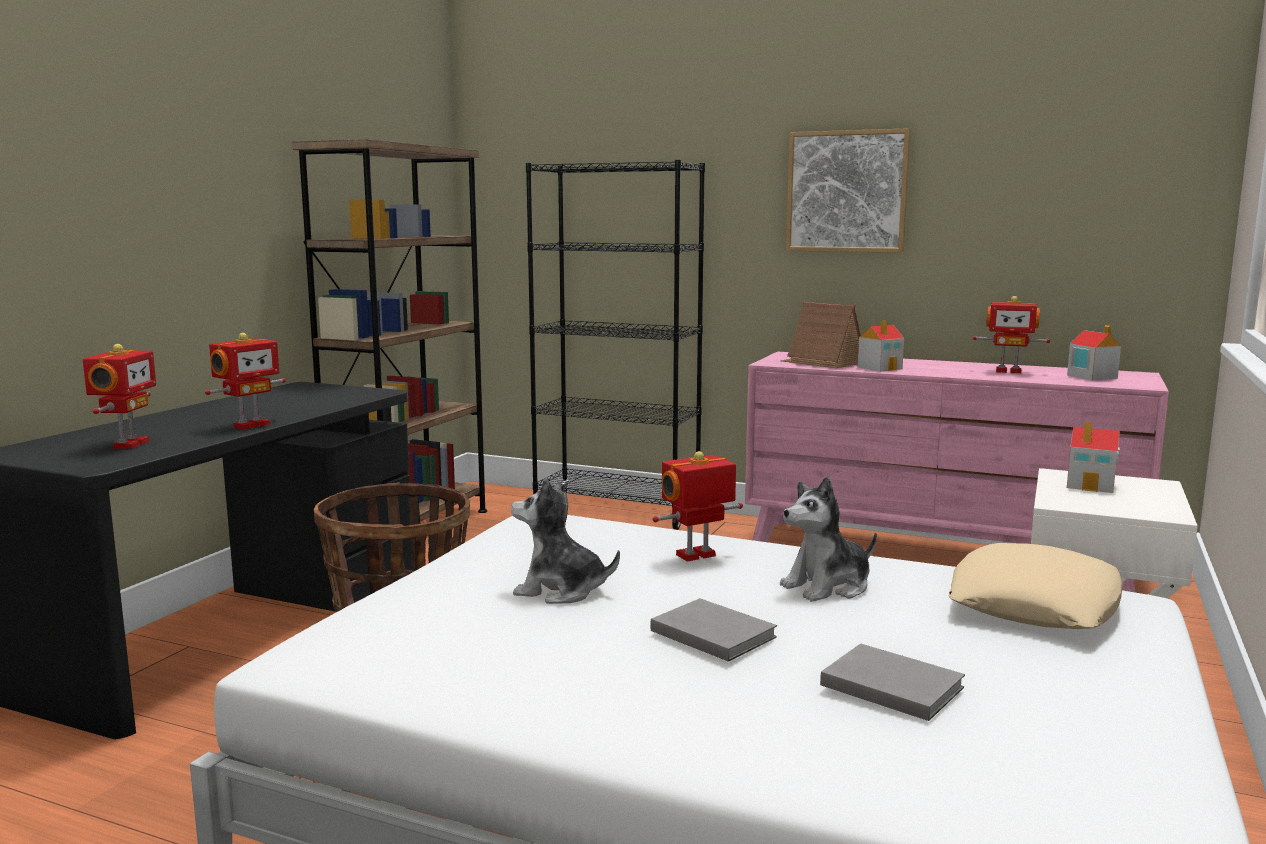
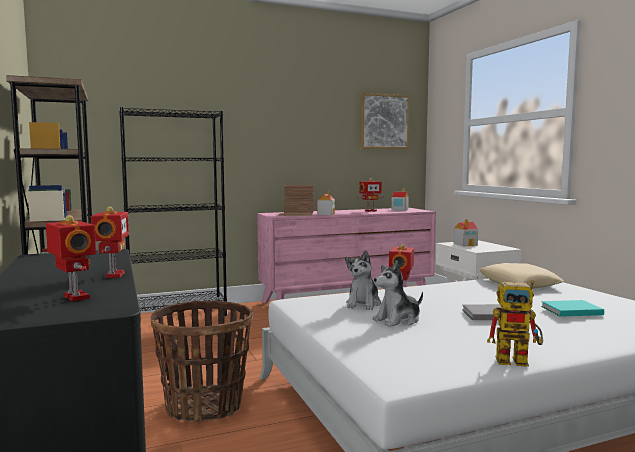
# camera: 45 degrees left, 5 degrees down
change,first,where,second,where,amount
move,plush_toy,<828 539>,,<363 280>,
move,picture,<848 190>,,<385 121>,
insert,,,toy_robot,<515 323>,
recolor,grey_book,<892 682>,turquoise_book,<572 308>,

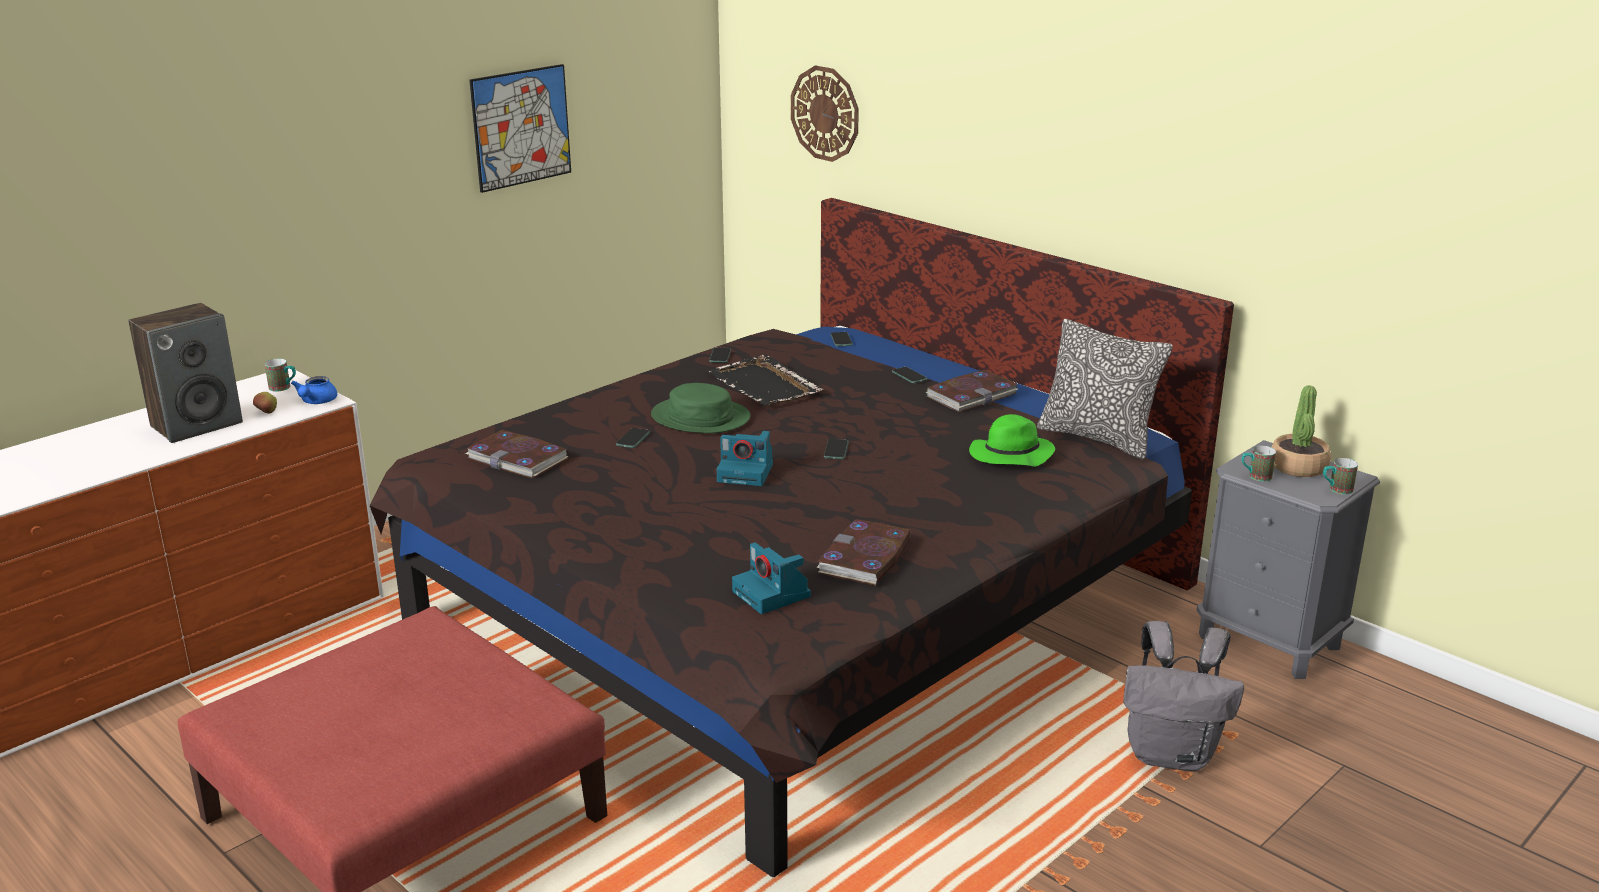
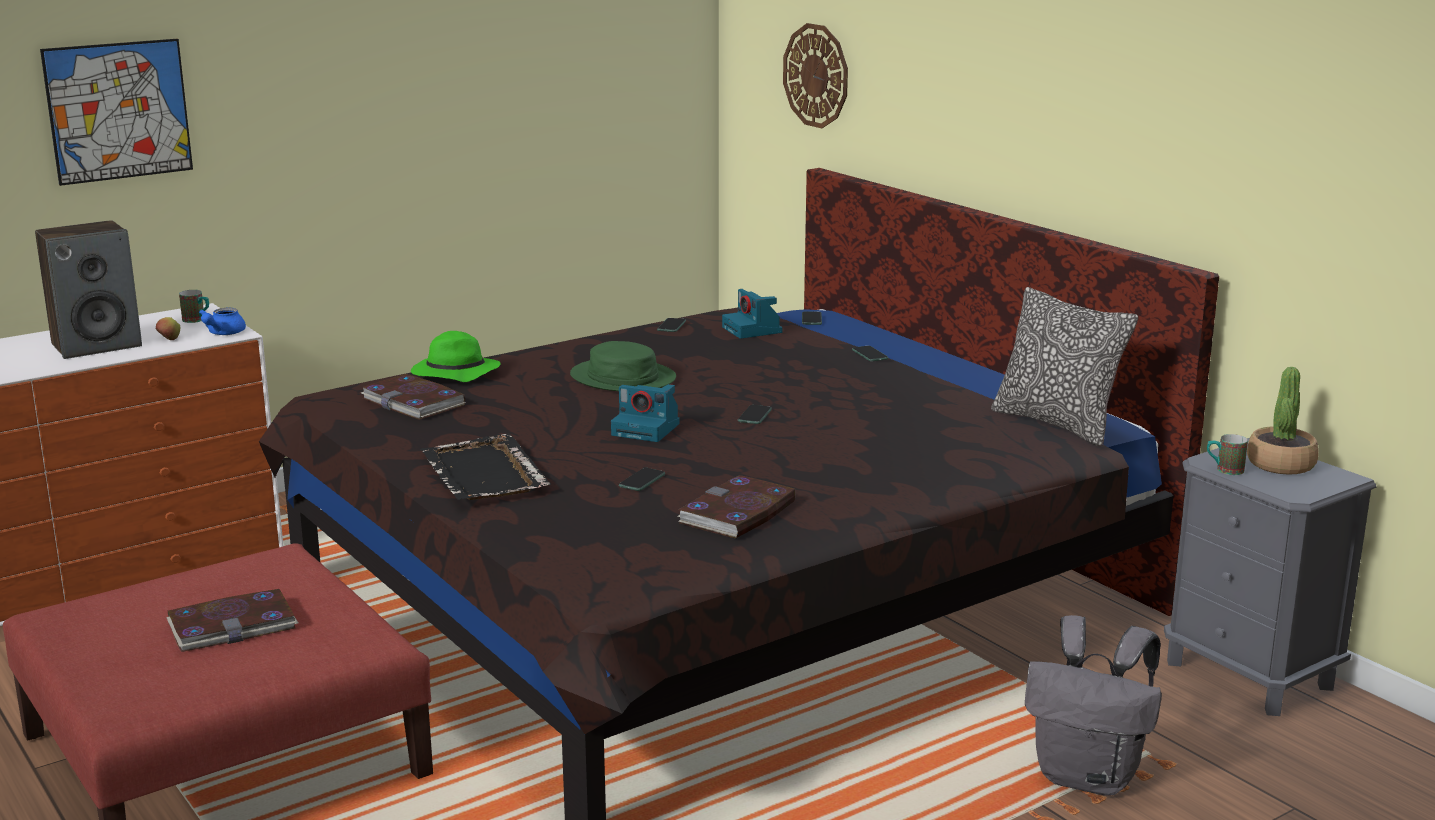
# camera: 10 degrees right, 5 degrees down
change,first,where,second,where,amount
move,picture,<520 128>,,<116 112>,
move,book,<972 391>,,<232 620>,
move,green_hat,<1012 440>,,<456 356>,
move,black_tray,<765 379>,,<485 466>,
move,phone,<633 438>,,<642 479>,
move,photo_camera,<771 578>,,<752 314>,
delete,mug,<1340 476>,,,

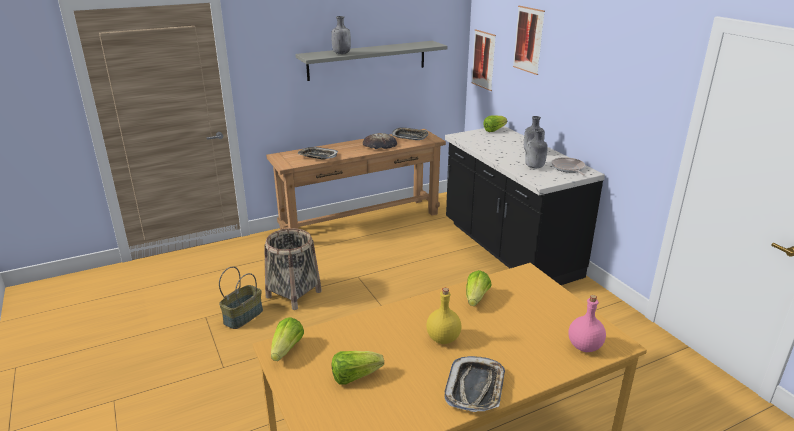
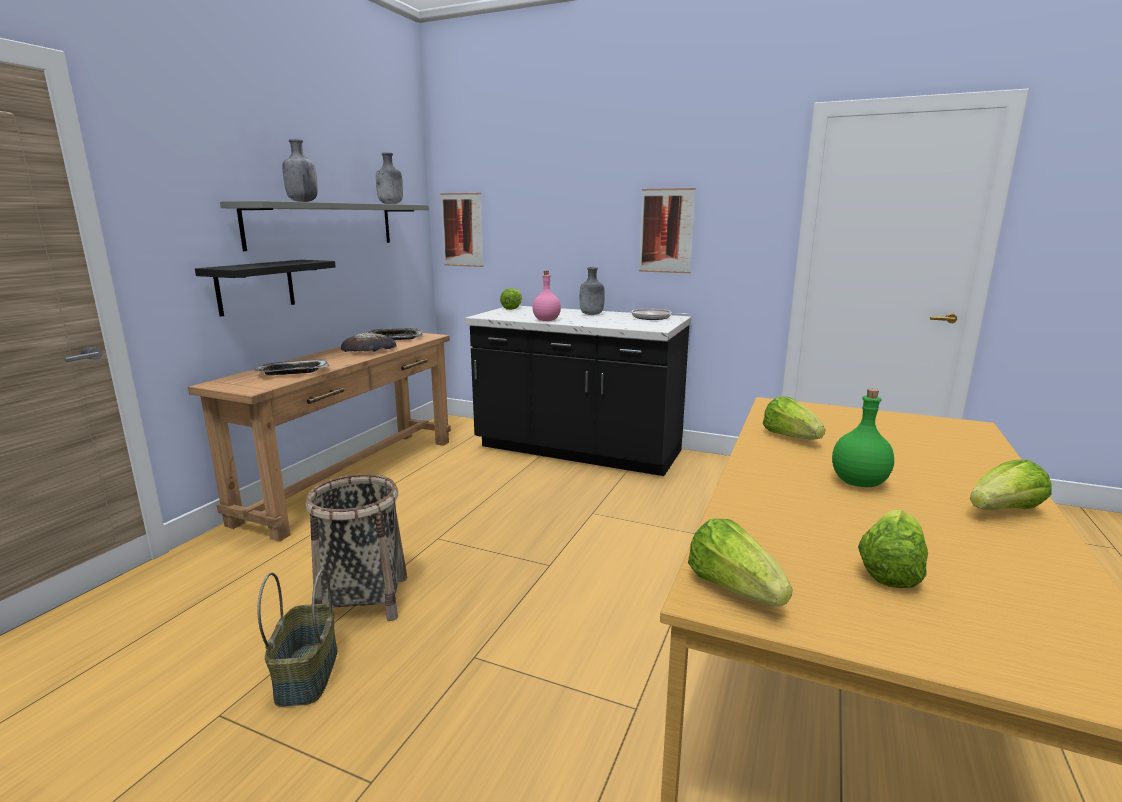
# camera: 40 degrees left, 10 degrees down
change,first,where,second,where,amount
insert,,,black_shelf,<265 288>,
move,grey_bottle,<536 148>,,<389 178>,
move,pink_bottle,<587 323>,,<546 296>,
move,picture,<529 40>,,<667 230>,
recolor,yellow_bottle,<444 316>,green_bottle,<863 438>,
replace,tray,<474 384>,lettuce,<1011 484>,

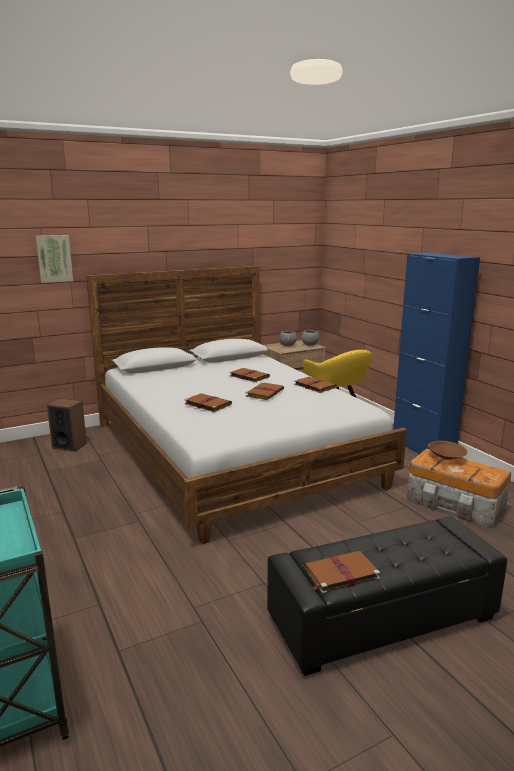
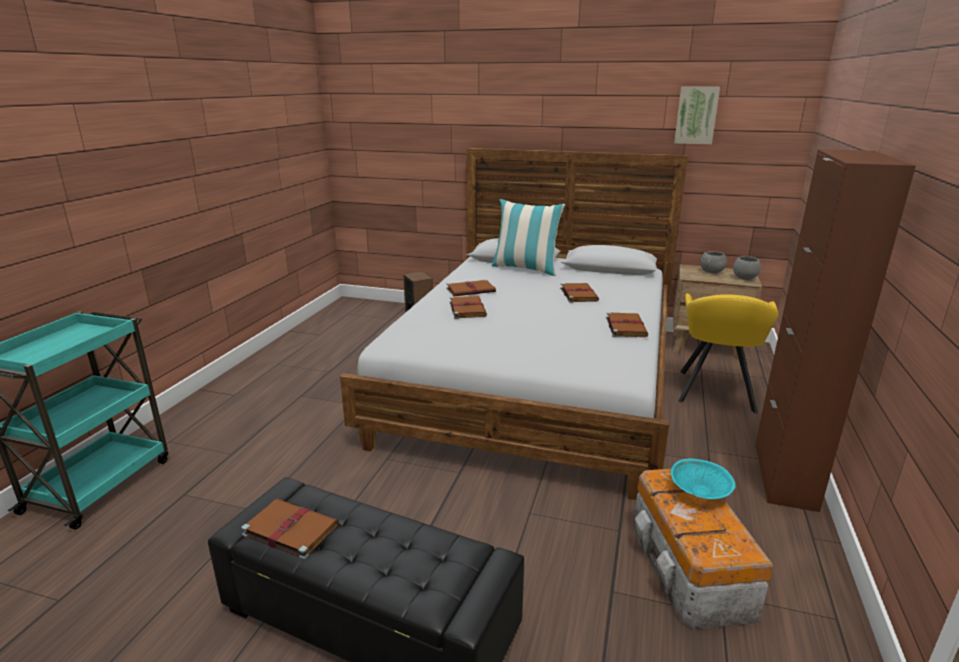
# camera: 45 degrees right, 5 degrees up
change,first,where,second,where,amount
move,brown_book,<264 391>,,<471 287>,
insert,,,pillow,<528 237>,
recolor,brown_bowl,<448 450>,turquoise_bowl,<703 479>,
move,picture,<54 259>,,<697 115>,
recolor,blue_cabinet,<436 353>,brown_cabinet,<835 330>,

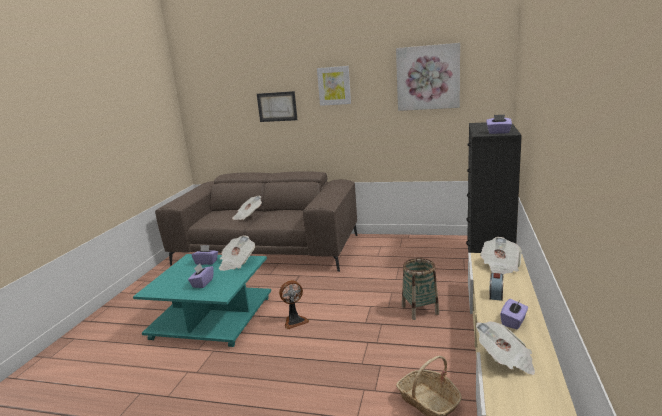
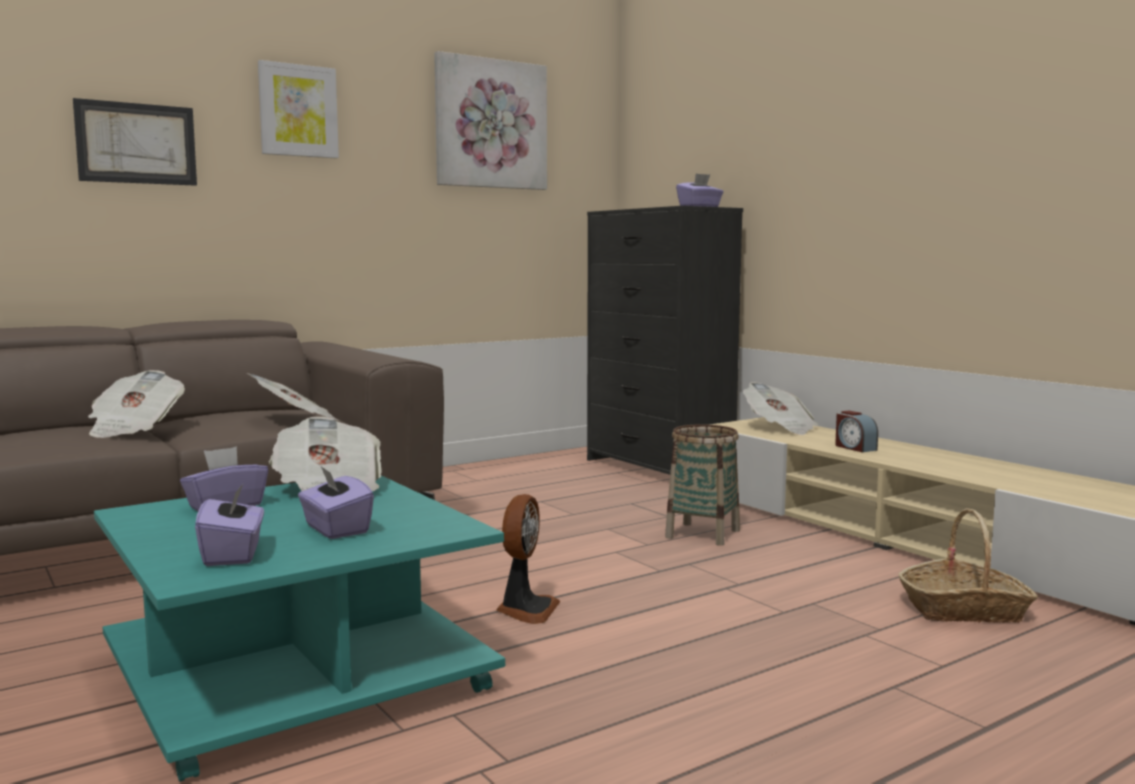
# camera: 50 degrees left, 10 degrees down
change,first,where,second,where,amount
move,purple_tissue_box,<514 314>,,<229 525>,
move,newspaper,<505 348>,,<293 397>,

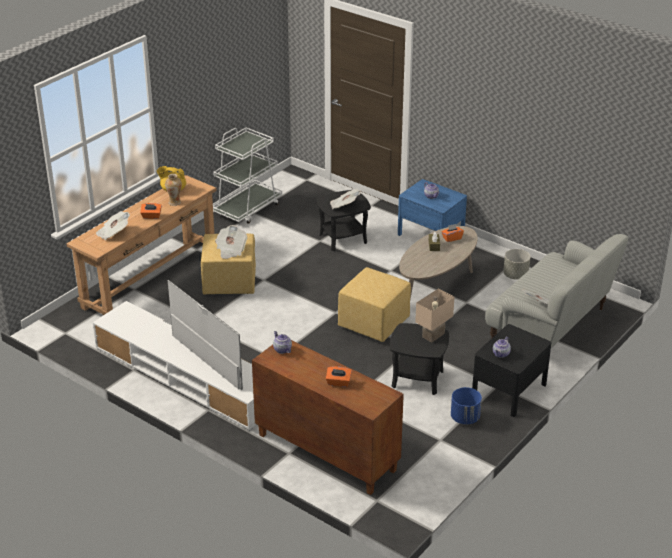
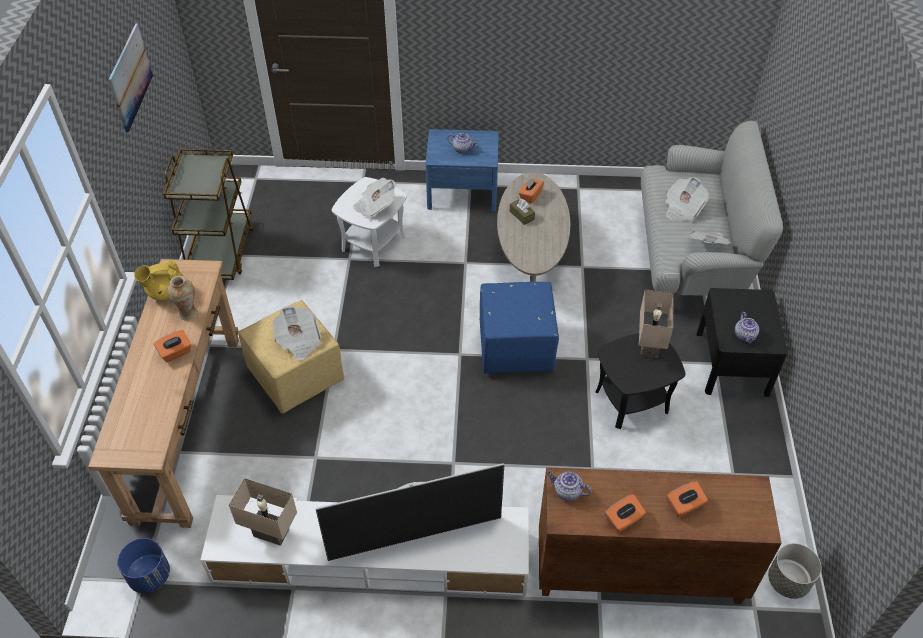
# camera: 35 degrees left, 15 degrees up
change,first,where,second,where,amount
insert,,,picture,<130 78>,
move,blue_planter,<466 405>,,<143 565>,
recolor,white_cart,<247 176>,brown_cart,<208 214>,
insert,,,beige_table_lamp,<263 512>,
rotate,television,<205 335>,,<409 512>,150 degrees clockwise
recolor,black_side_table,<343 220>,white_side_table,<369 222>,
recolor,yellow_ottoman,<374 304>,blue_ottoman,<519 328>,
insert,,,orange_tissue_box,<625 513>,
move,newspaper,<113 225>,,<687 199>,
move,grey_planter,<516 264>,,<795 571>,

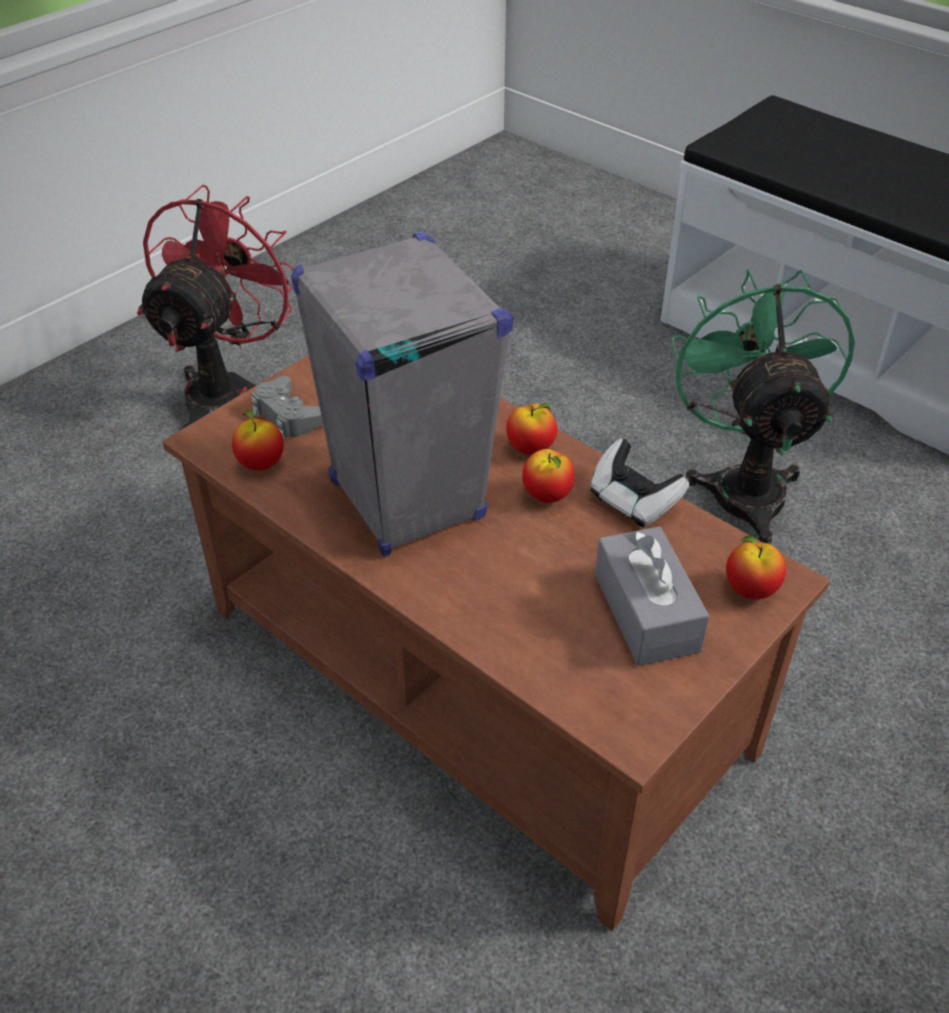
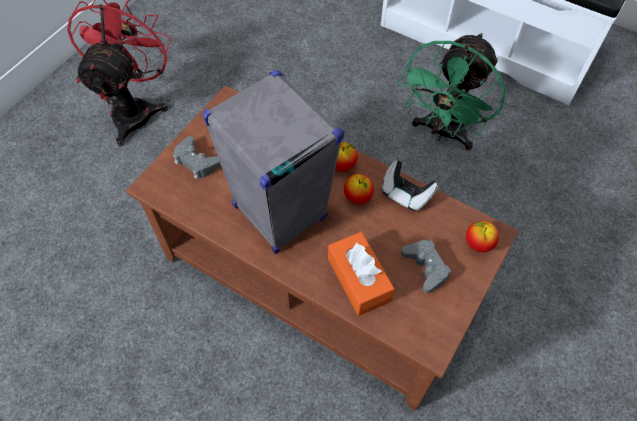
# camera: 10 degrees left, 15 degrees up
change,first,where,second,where,amount
insert,,,orange_tissue_box,<361 274>,
rotate,green_fan,<763 407>,,<452 91>,135 degrees counterclockwise
replace,grey_tissue_box,<652 596>,grey_game_controller,<426 266>,
delete,apple,<258 440>,,,

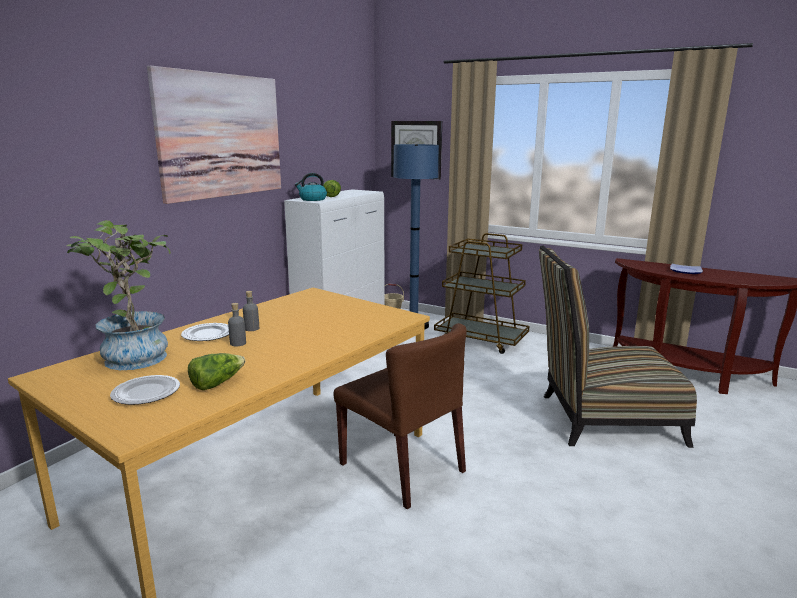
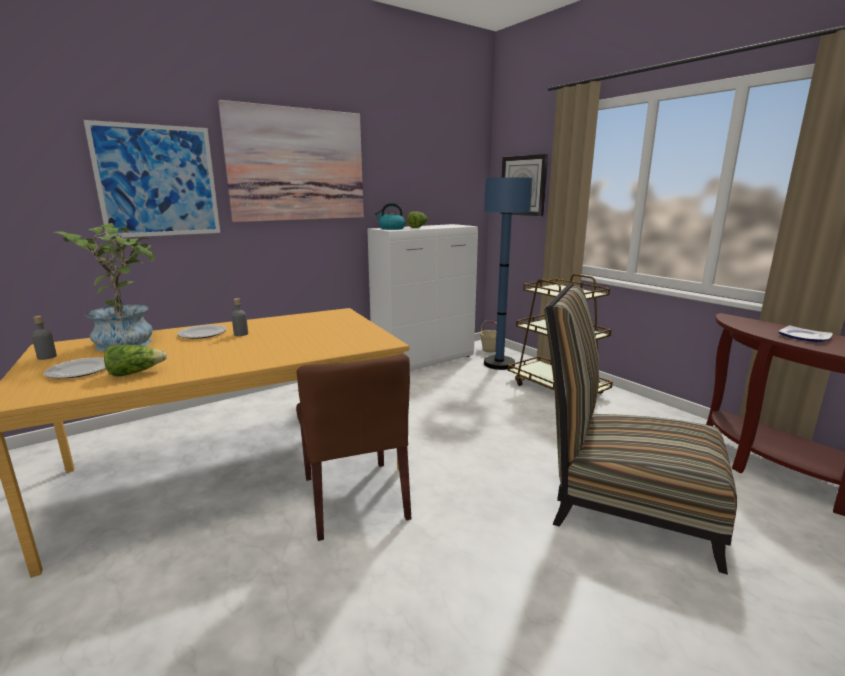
# camera: 25 degrees right, 0 degrees up
change,first,where,second,where,amount
move,grey_bottle,<237 325>,,<44 338>,
insert,,,picture,<152 179>,

